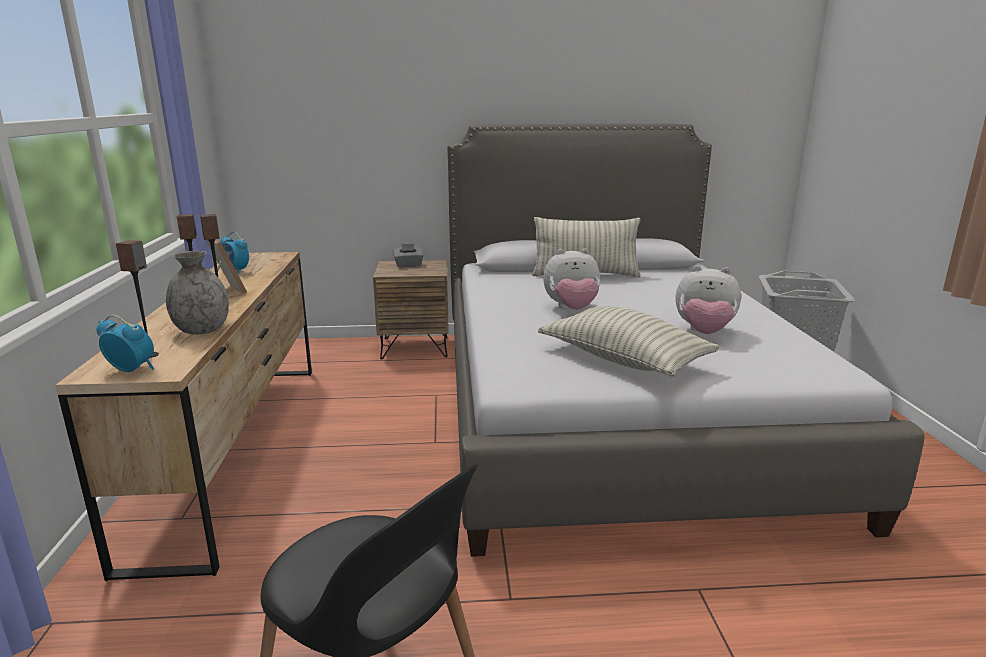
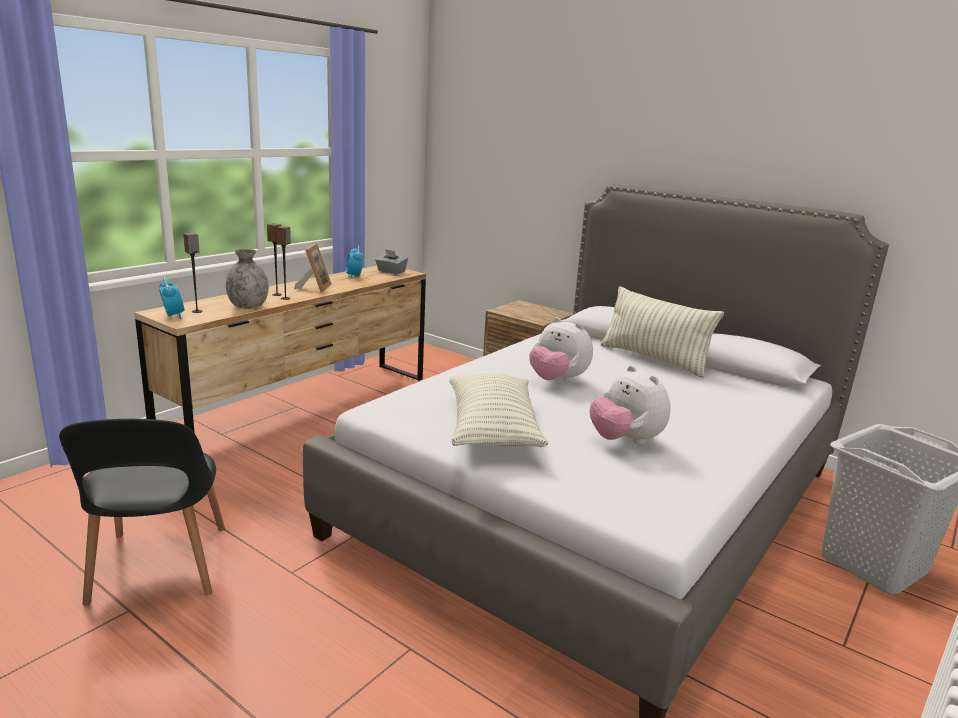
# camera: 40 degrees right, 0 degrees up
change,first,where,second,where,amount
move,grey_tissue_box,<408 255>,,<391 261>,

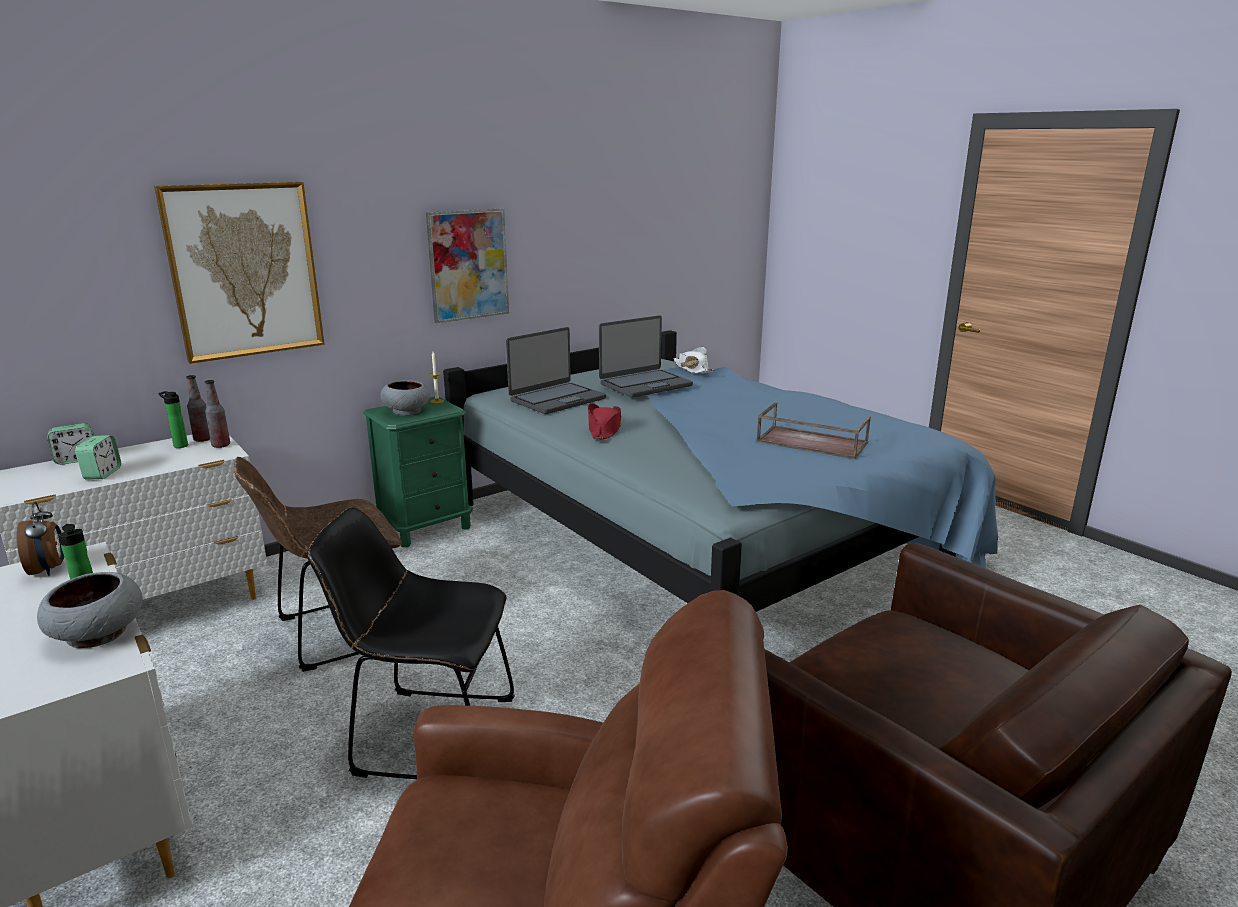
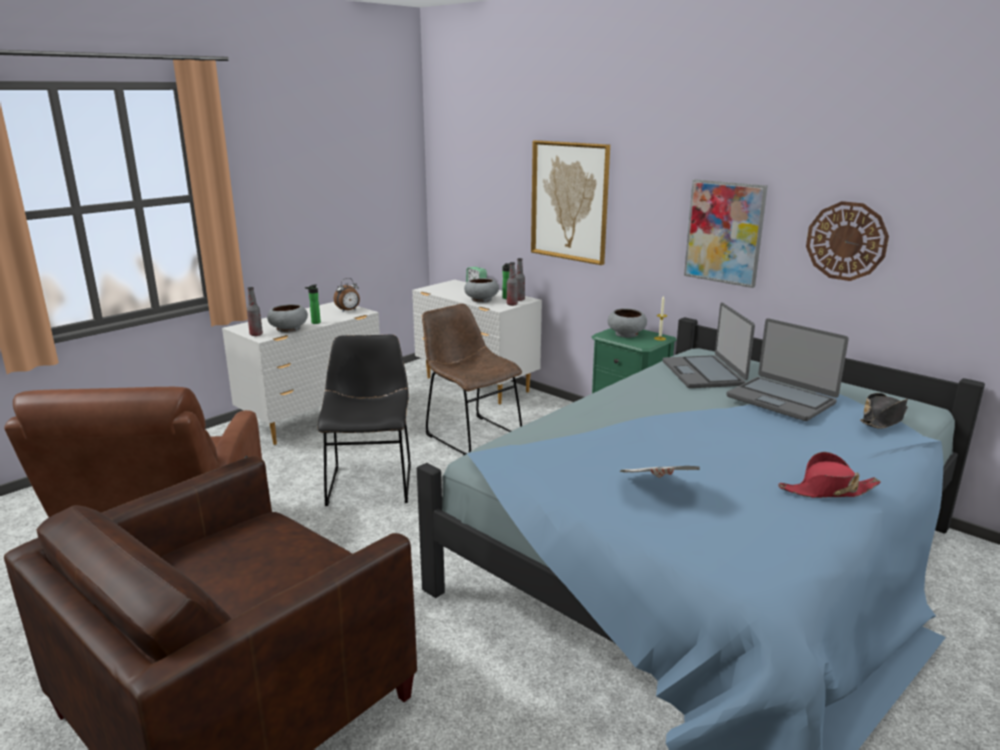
# camera: 80 degrees right, 0 degrees up
change,first,where,second,where,amount
insert,,,bottle,<255 311>,
insert,,,grey_bowl,<481 290>,
replace,brown_tray,<813 430>,newspaper,<660 472>,
rotate,laptop,<556 370>,,<709 345>,45 degrees clockwise
move,red_hat,<604 421>,,<829 475>,
insert,,,wall_clock,<847 241>,
recolor,white_hat,<694 360>,black_hat,<884 411>,
delete,alarm_clock,<98 457>,,,

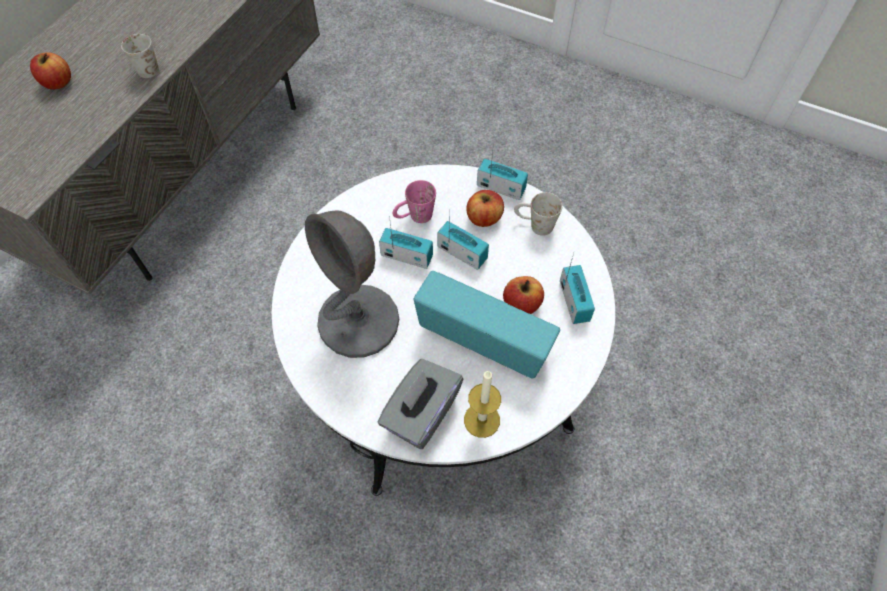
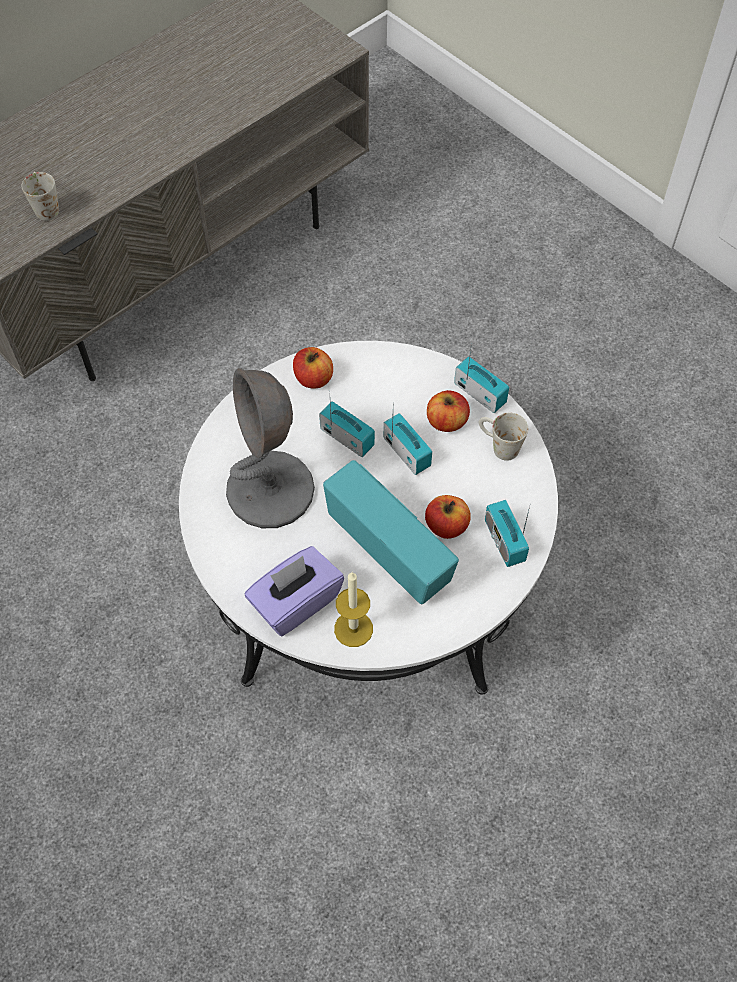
# camera: 20 degrees right, 0 degrees up
change,first,where,second,where,amount
move,white_mug,<140 56>,,<40 196>,
recolor,grey_tissue_box,<420 404>,purple_tissue_box,<294 591>,
move,apple,<50 70>,,<313 368>,
rotate,radio,<577 289>,,<508 533>,150 degrees clockwise
delete,pink_mug,<414 201>,,,

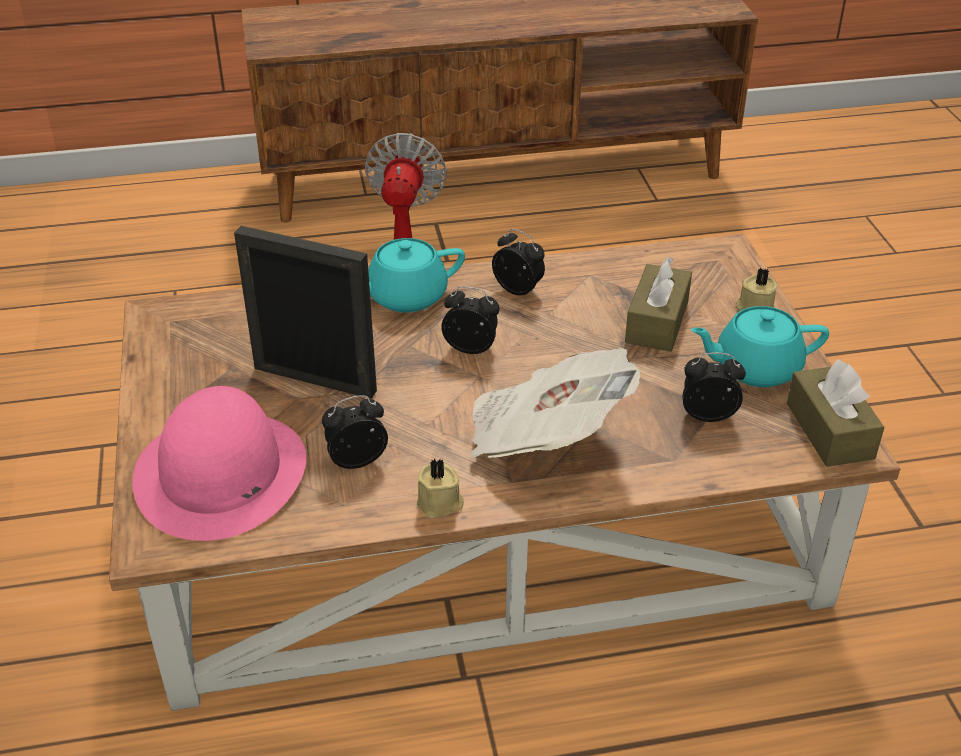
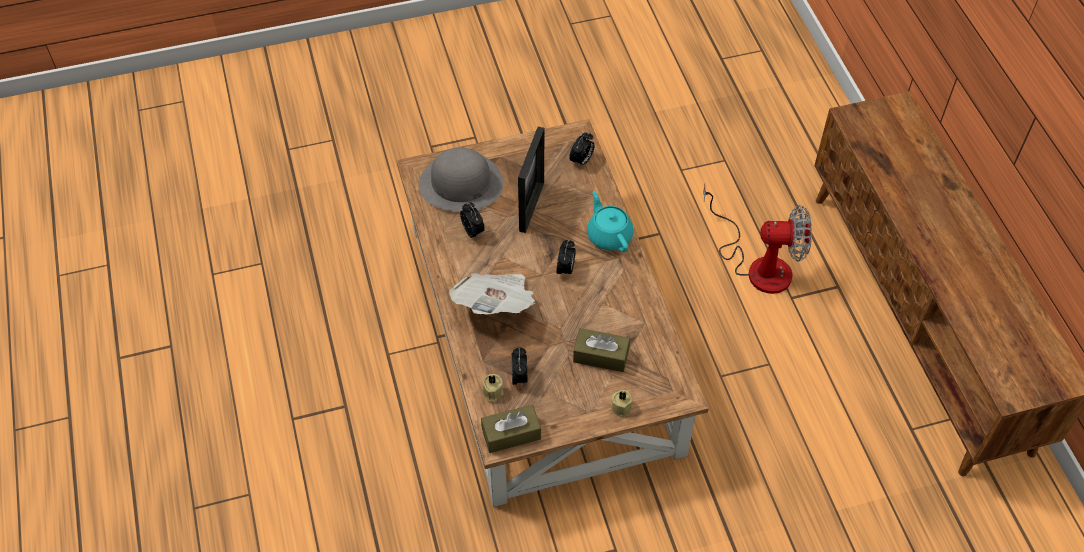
# camera: 85 degrees right, 15 degrees up
change,first,where,second,where,amount
recolor,pink_hat,<219 463>,grey_hat,<461 179>,
move,beige_candle,<440 488>,,<492 388>,
move,alarm_clock,<518 262>,,<582 149>,
delete,turquoise_teapot,<760 346>,,,

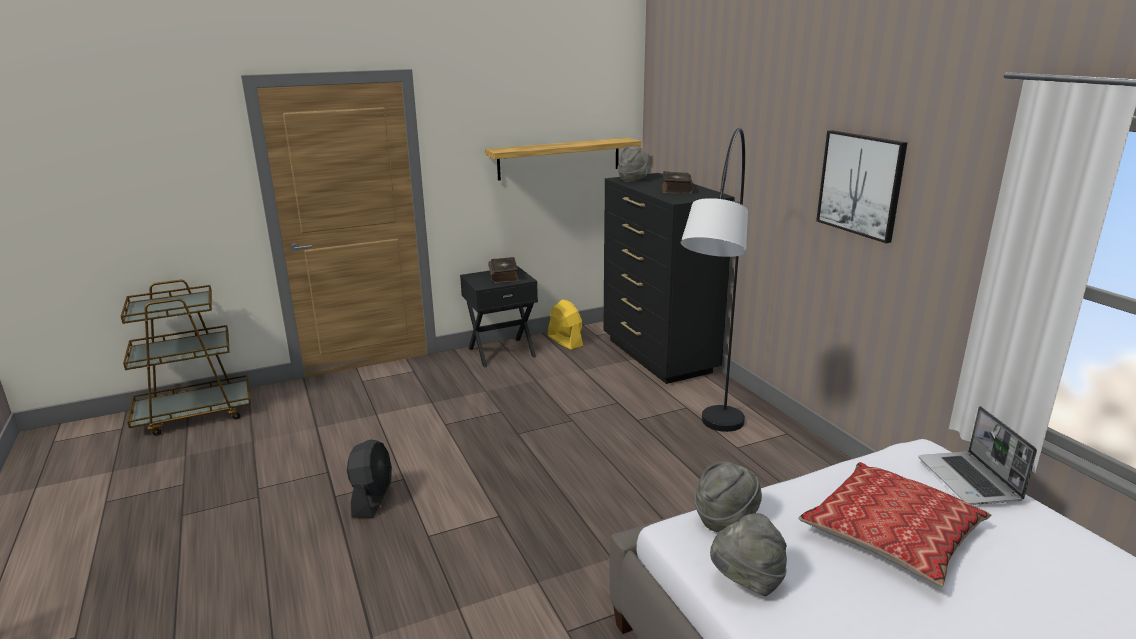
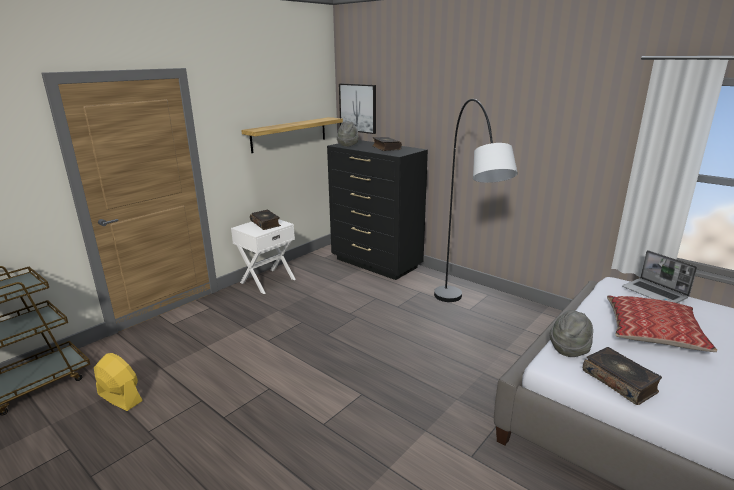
# camera: 25 degrees left, 0 degrees up
change,first,where,second,where,amount
move,yellow_fan,<565 324>,,<118 382>,
recolor,black_nightstand,<499 317>,white_nightstand,<263 256>,
move,picture,<861 186>,,<357 109>,
replace,grey_hat,<748 554>,book,<622 376>,
delete,black_fan,<369 478>,,,

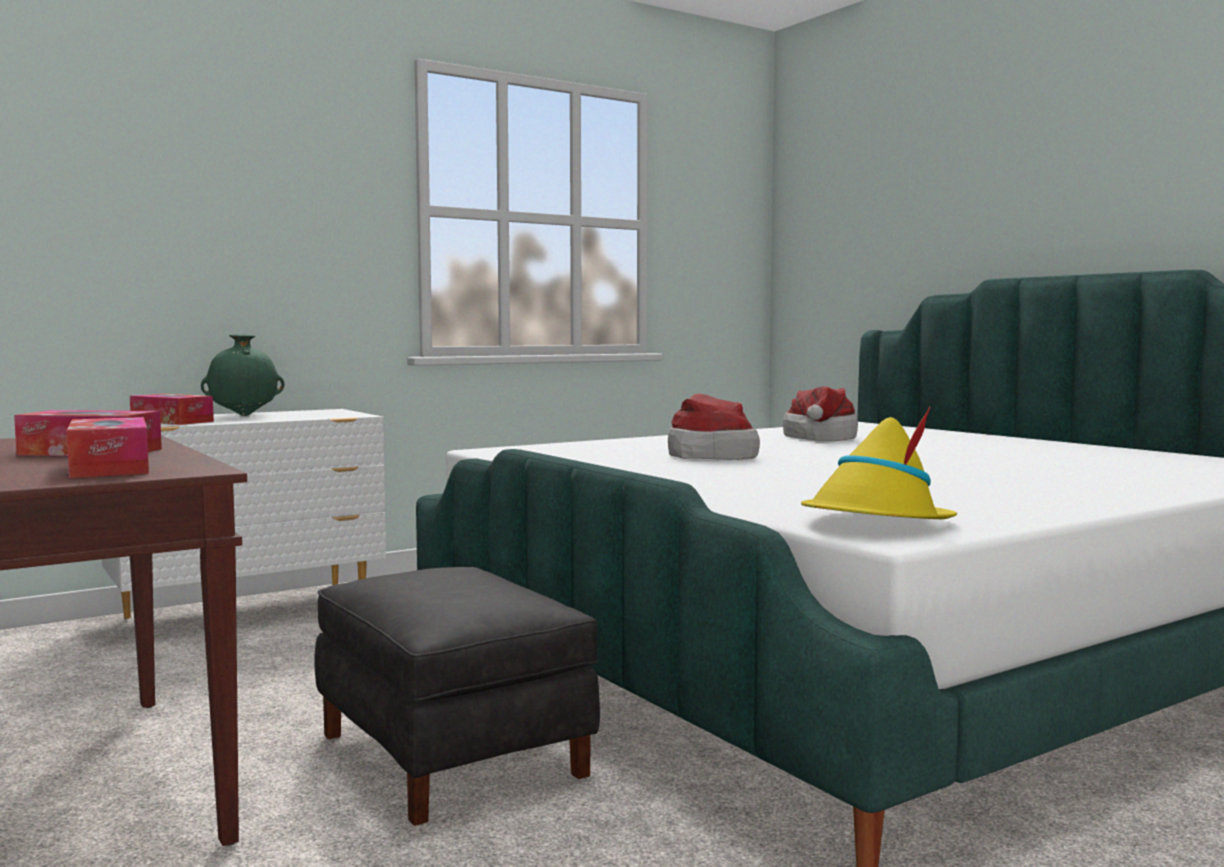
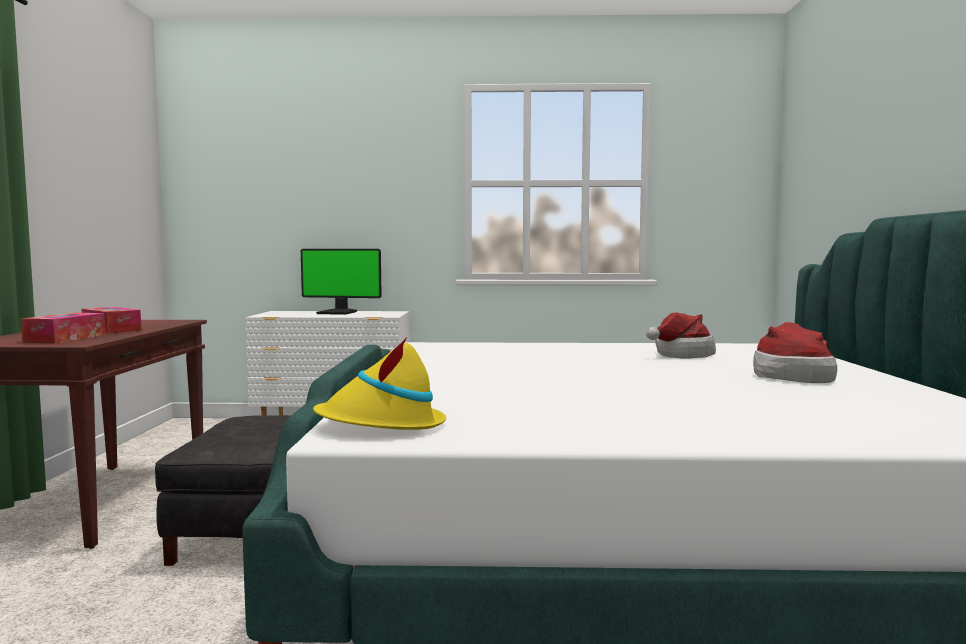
# camera: 35 degrees right, 0 degrees up
change,first,where,second,where,amount
replace,green_vase,<243 375>,monitor,<341 282>,
move,hat,<714 427>,,<795 352>,
delete,tissue_box,<172 409>,,,

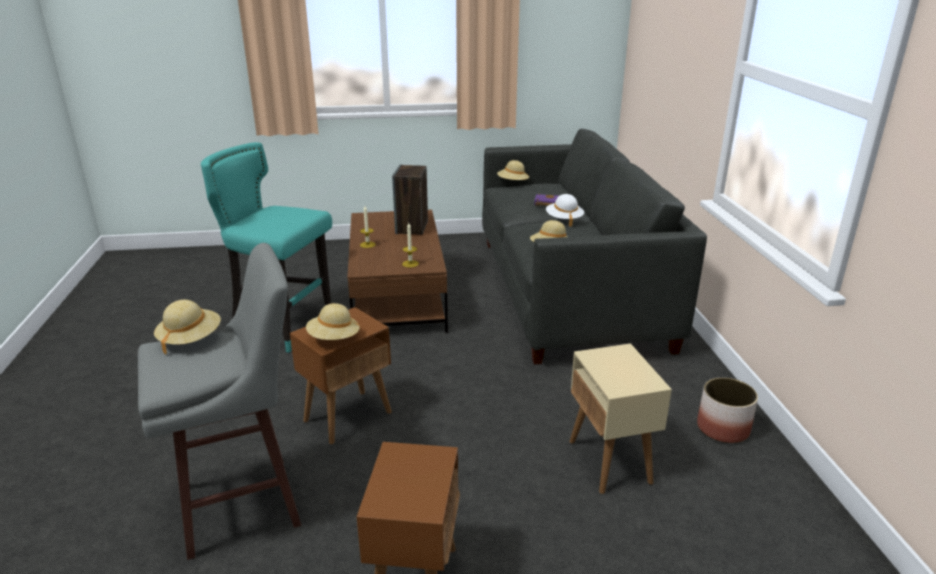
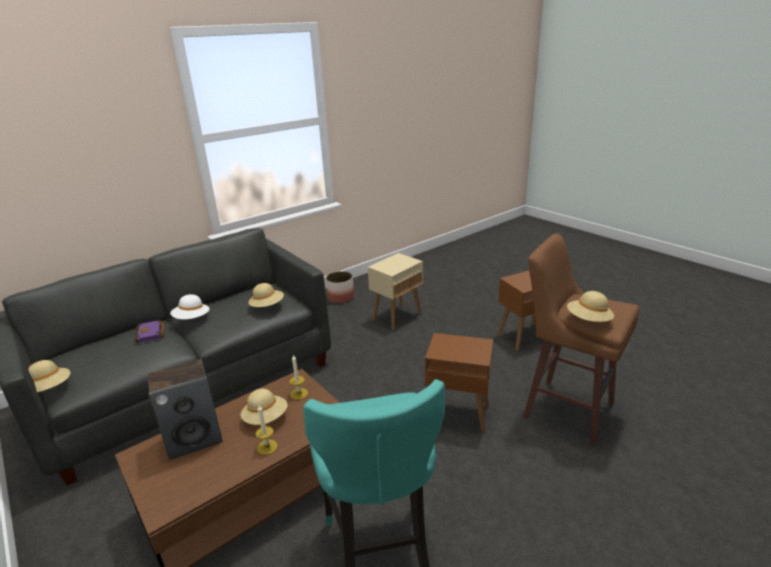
# camera: 120 degrees left, 0 degrees up
change,first,where,second,where,amount
move,beige_hat,<333 321>,,<264 407>,
recolor,grey_stool,<219 401>,brown_stool,<581 339>,

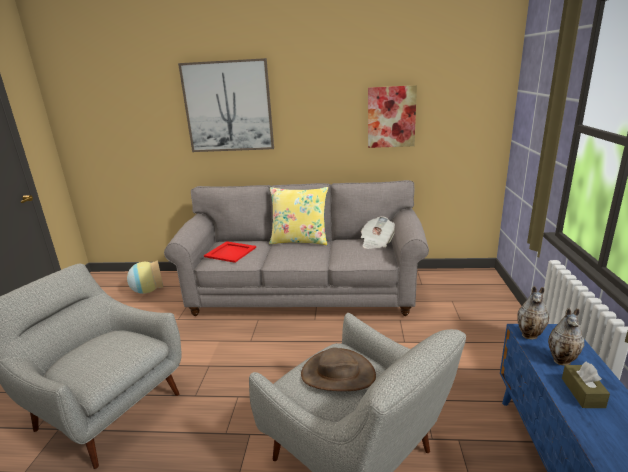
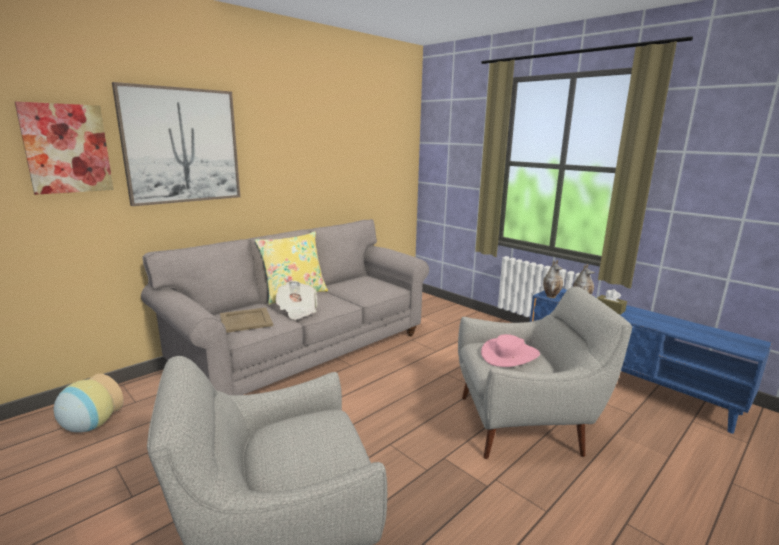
# camera: 50 degrees left, 5 degrees down
change,first,where,second,where,amount
move,picture,<392 116>,,<64 148>,
recolor,red_tray,<230 252>,beige_tray,<246 320>,
move,newspaper,<378 232>,,<296 300>,
recolor,brown_hat,<338 369>,pink_hat,<510 350>,

